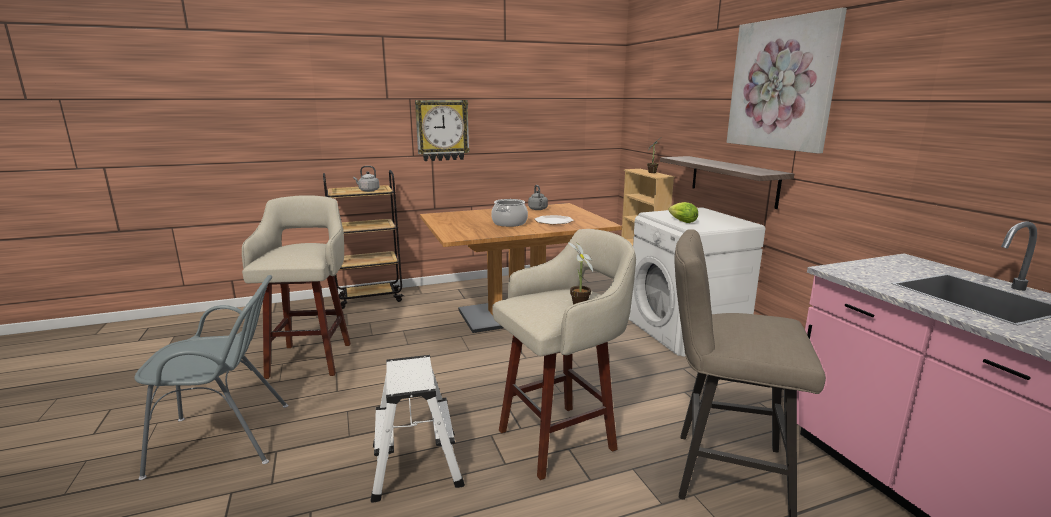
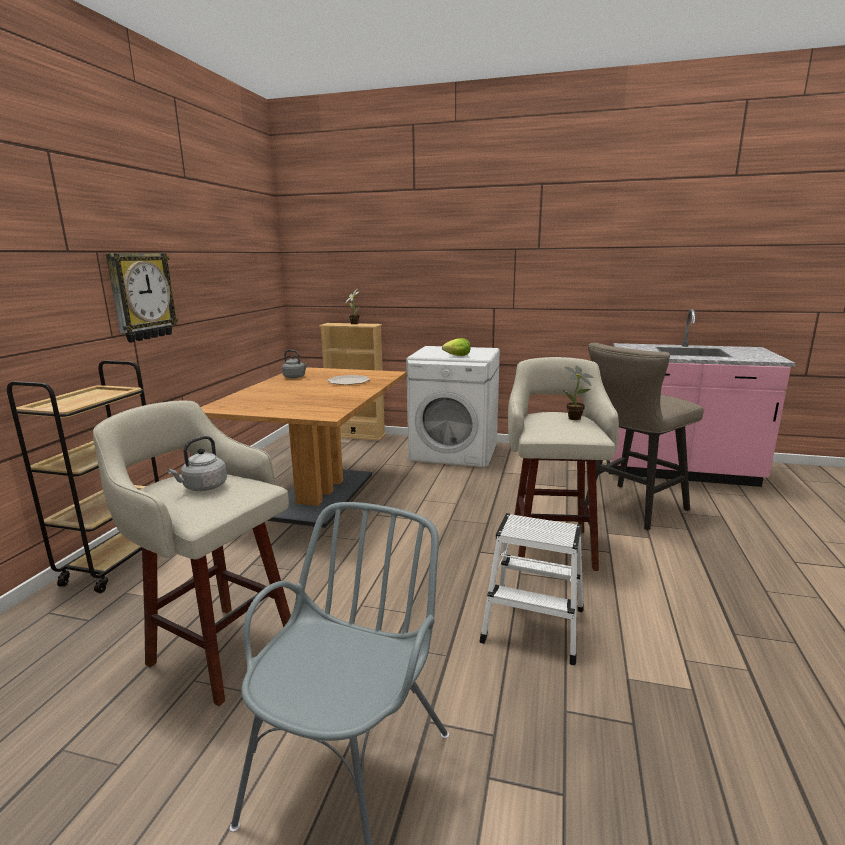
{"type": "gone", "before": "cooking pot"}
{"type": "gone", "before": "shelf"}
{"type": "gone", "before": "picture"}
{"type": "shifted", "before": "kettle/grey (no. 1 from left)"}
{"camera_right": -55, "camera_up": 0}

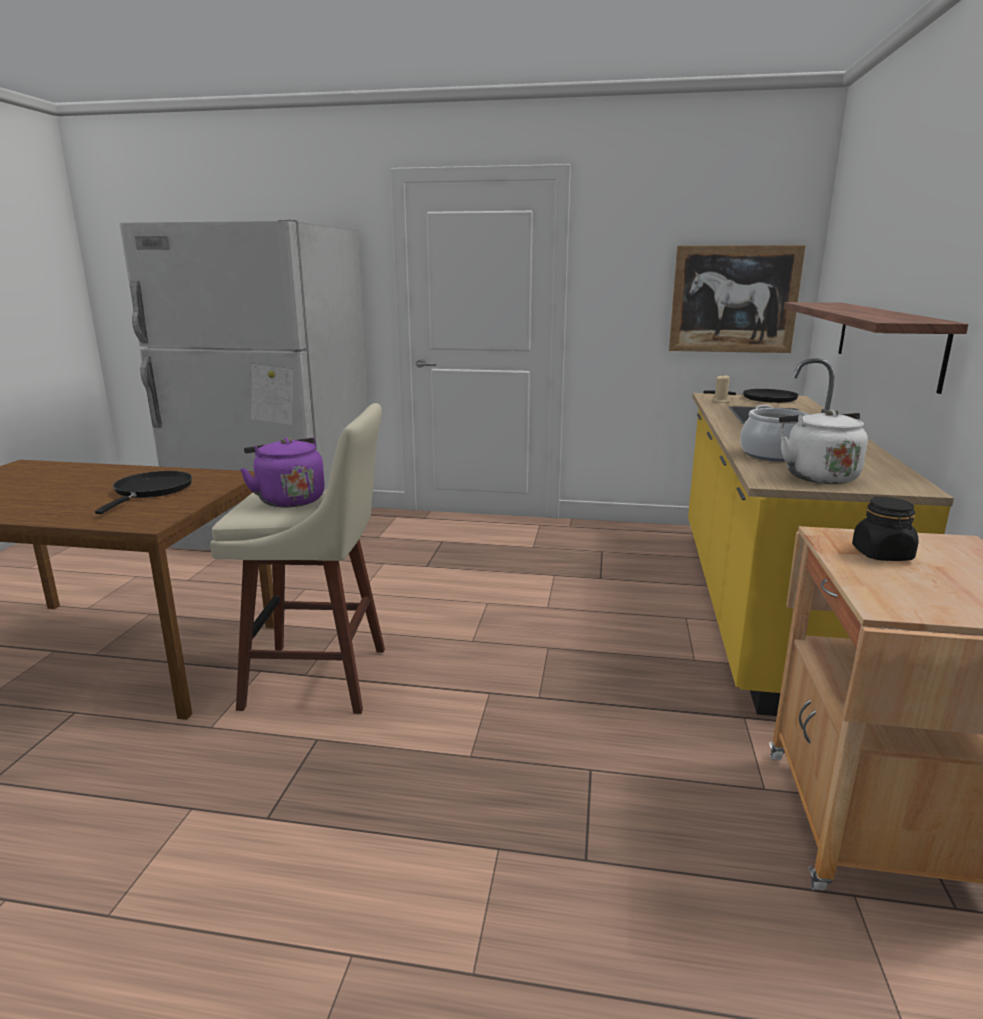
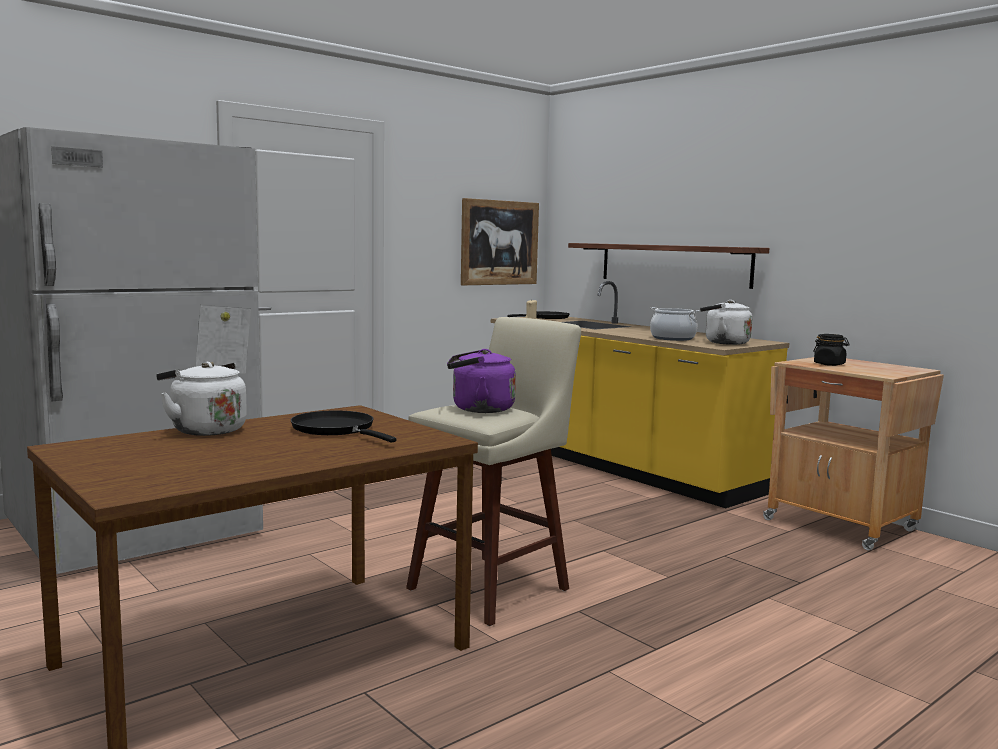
{"type": "new", "after": "kettle/white (no. 1 from left)"}
{"camera_right": -50, "camera_up": -10}

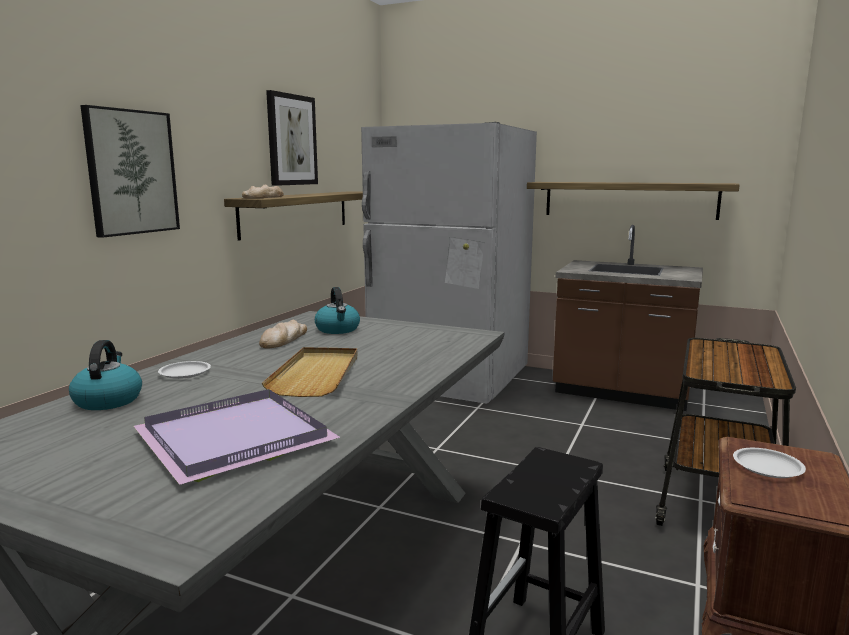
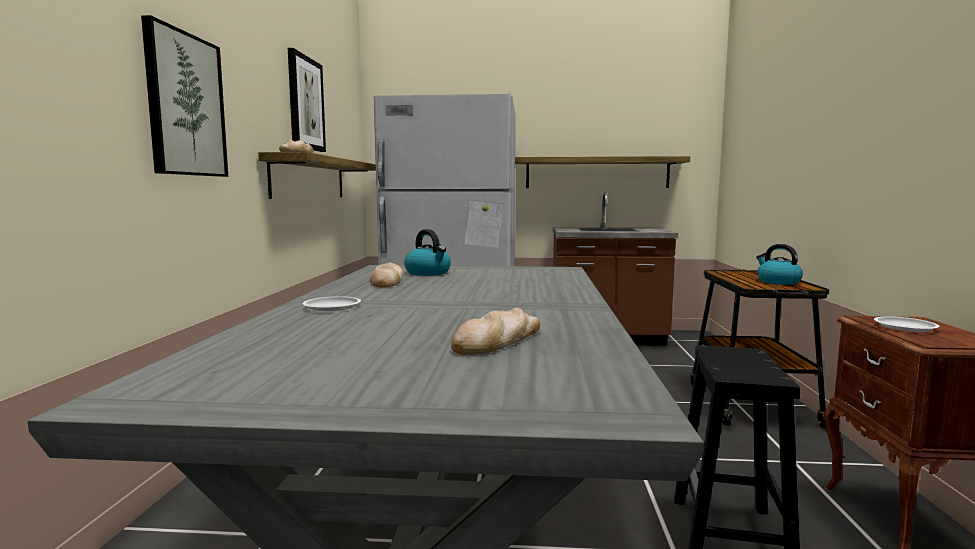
{"type": "gone", "before": "tray/beige"}
{"type": "shifted", "before": "kettle (no. 1 from left in the first image)", "after": "kettle (no. 2 from left)"}
{"type": "swapped", "before": "tray/purple", "after": "bread (no. 3 from left)"}
{"camera_right": -20, "camera_up": -5}

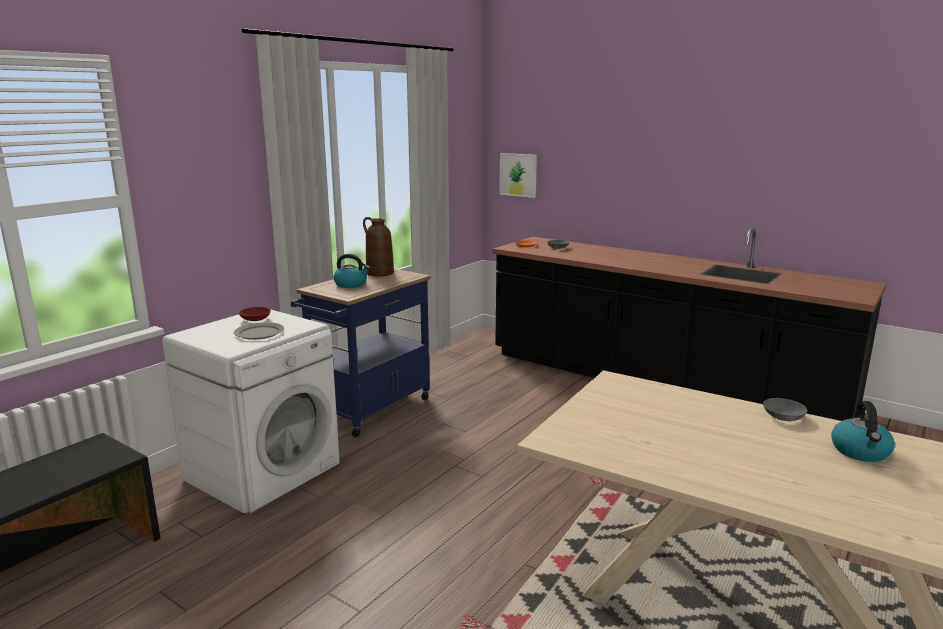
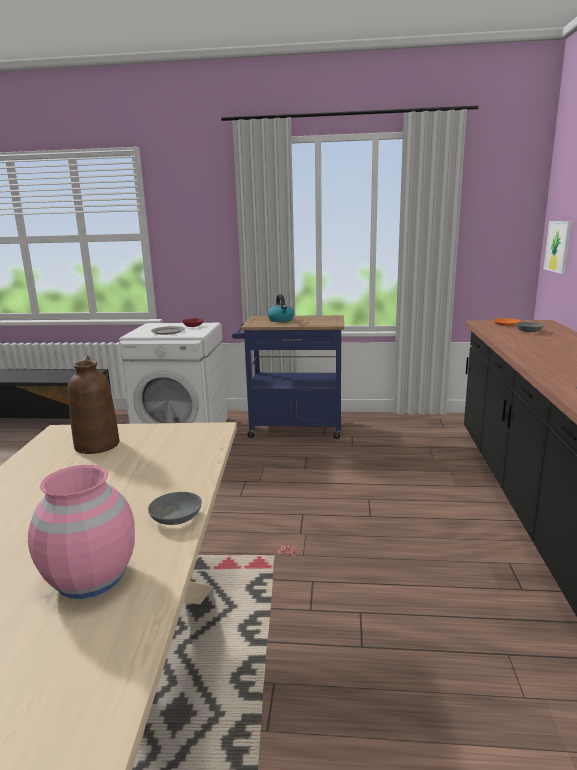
{"type": "shifted", "before": "vase/brown"}
{"type": "swapped", "before": "kettle (no. 2 from left)", "after": "vase/pink"}
{"camera_right": 60, "camera_up": 0}

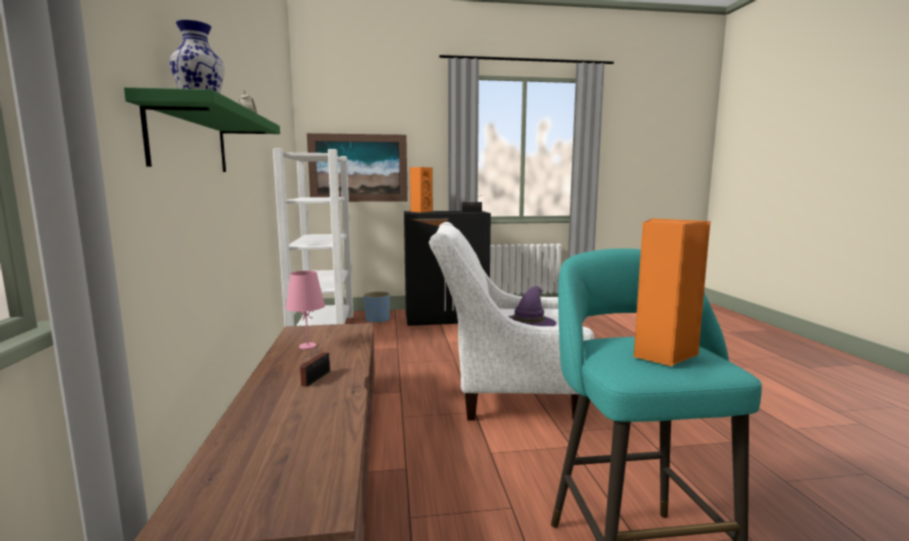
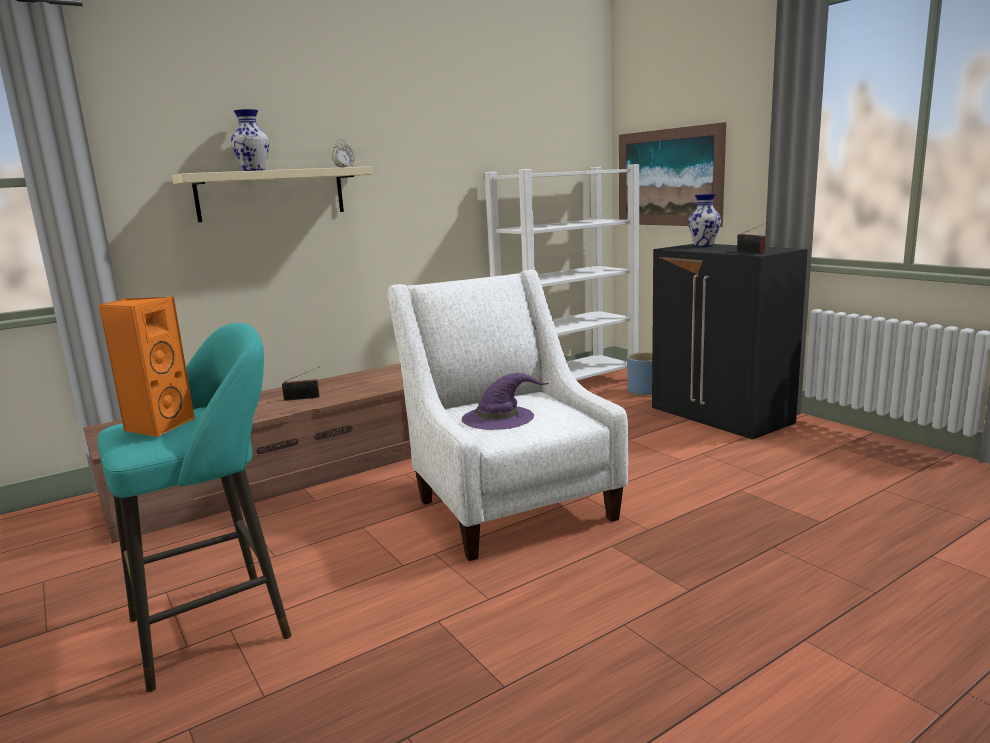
{"type": "gone", "before": "table lamp/pink"}
{"type": "swapped", "before": "speaker/orange (no. 1 from left)", "after": "vase (no. 2 from left)"}
{"type": "repainted", "before": "shelf/green", "after": "shelf/beige"}
{"camera_right": 65, "camera_up": 5}

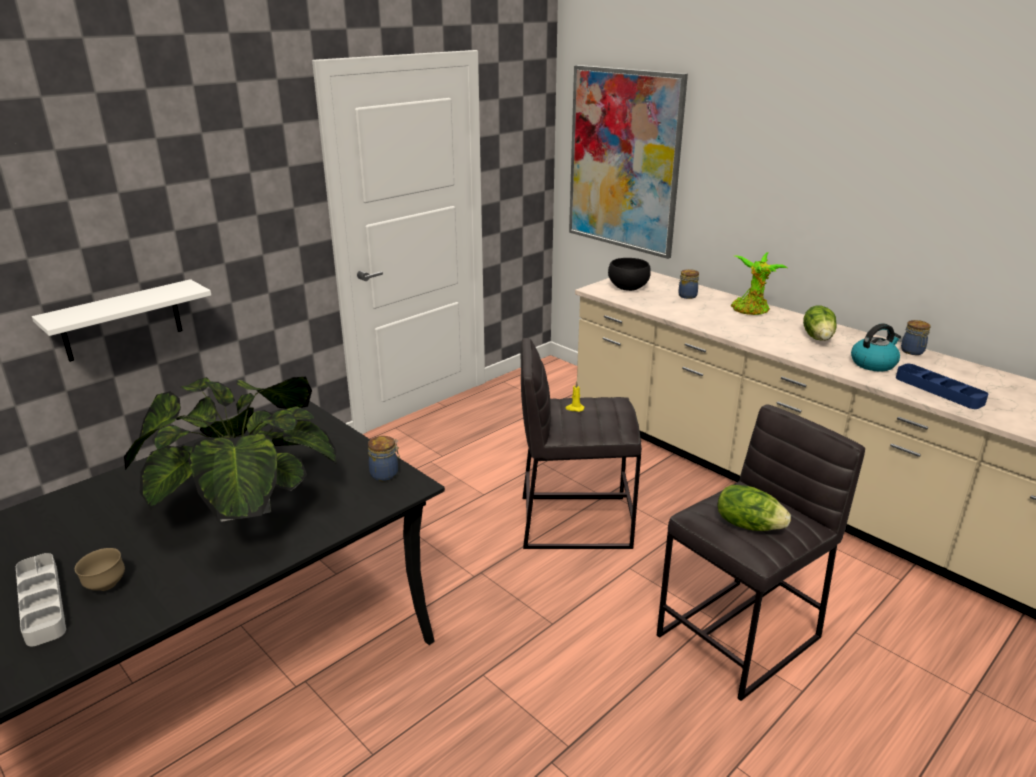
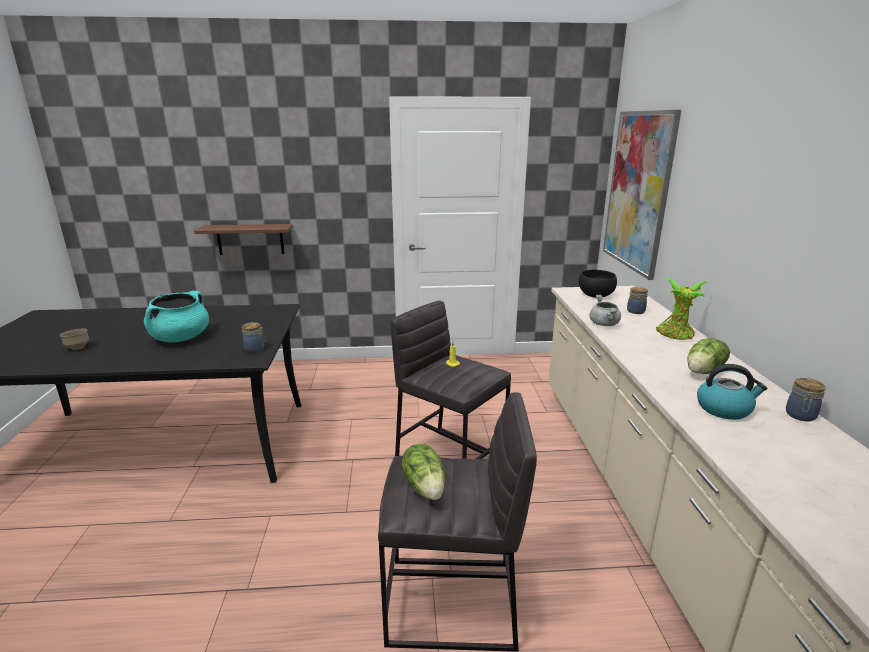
{"type": "gone", "before": "tray/grey"}
{"type": "gone", "before": "tray/blue"}
{"type": "new", "after": "cooking pot/grey"}
{"type": "swapped", "before": "potted plant (no. 1 from left)", "after": "cooking pot/turquoise"}
{"type": "repainted", "before": "shelf/white", "after": "shelf/brown"}
{"camera_right": 40, "camera_up": -5}

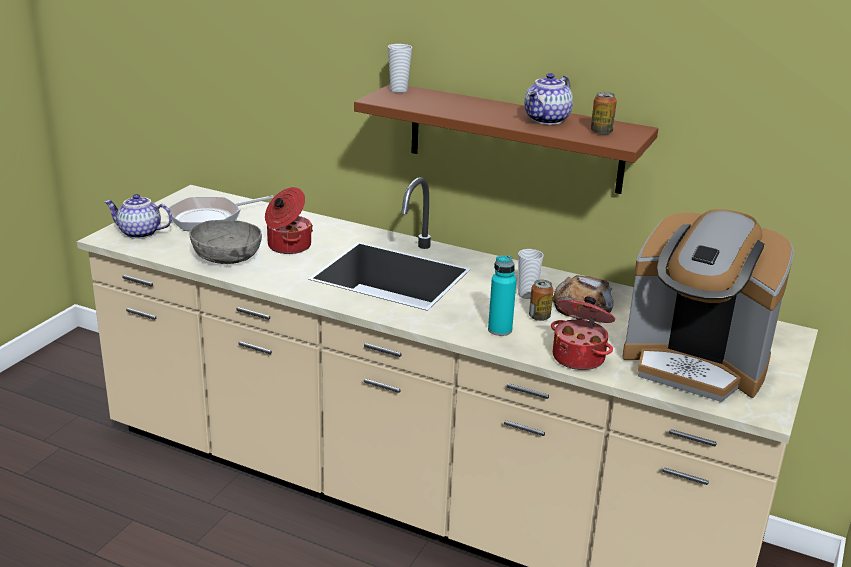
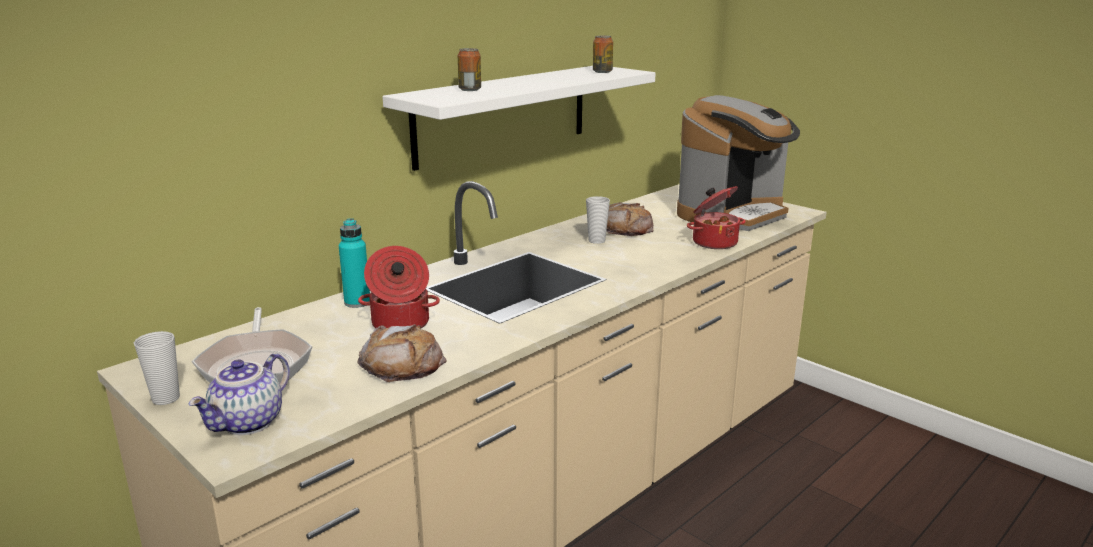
{"type": "gone", "before": "teapot (no. 2 from left)"}
{"type": "shifted", "before": "cup (no. 1 from left)"}
{"type": "shifted", "before": "bottle/turquoise"}
{"type": "shifted", "before": "can (no. 1 from left)"}
{"type": "swapped", "before": "bowl/grey", "after": "bread (no. 1 from left)"}
{"type": "repainted", "before": "shelf/brown", "after": "shelf/white"}
{"camera_right": -70, "camera_up": -5}

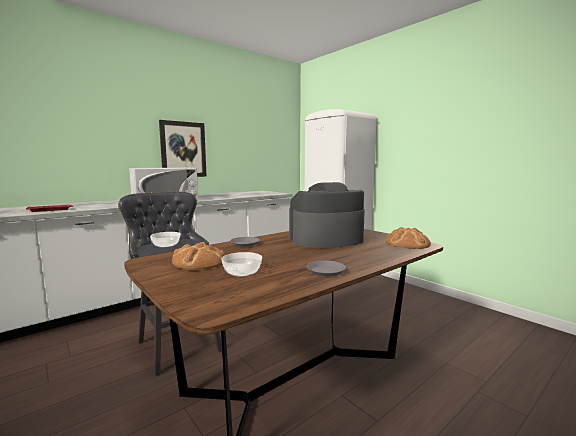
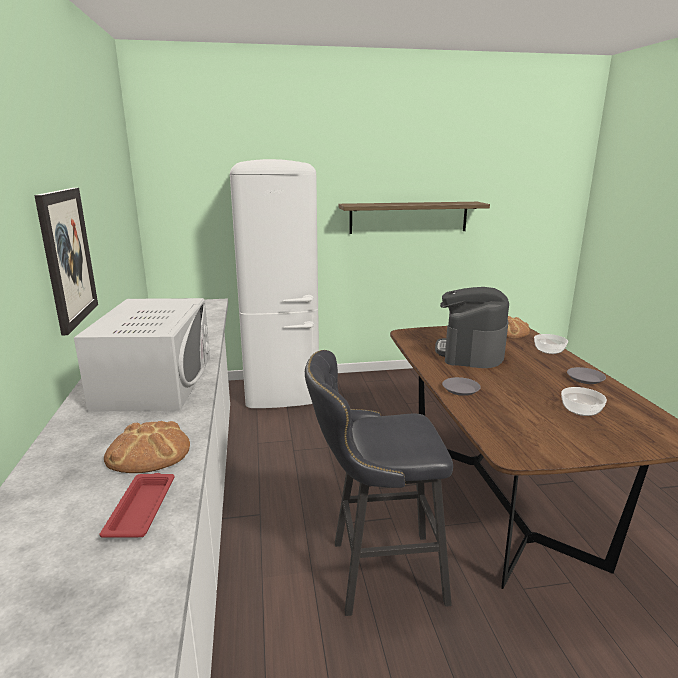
{"type": "new", "after": "shelf"}
{"type": "shifted", "before": "bowl (no. 1 from left)"}
{"type": "shifted", "before": "bread (no. 1 from left)"}
{"camera_right": -60, "camera_up": 10}

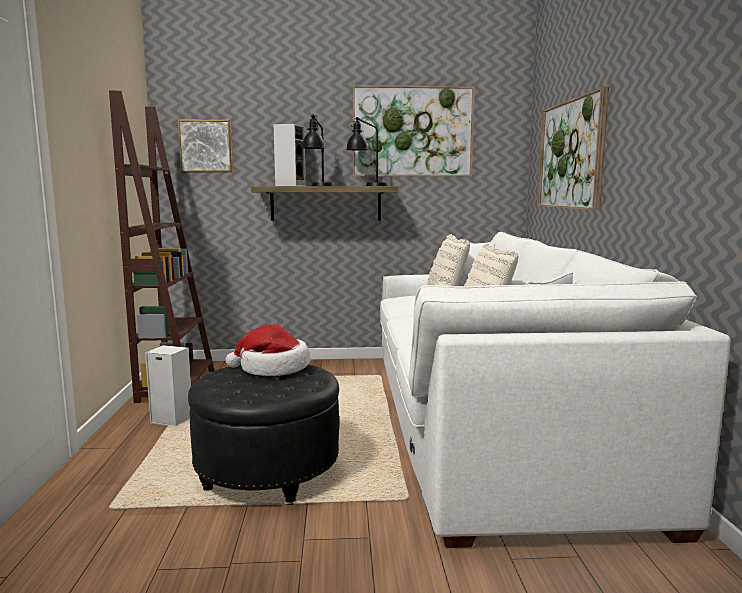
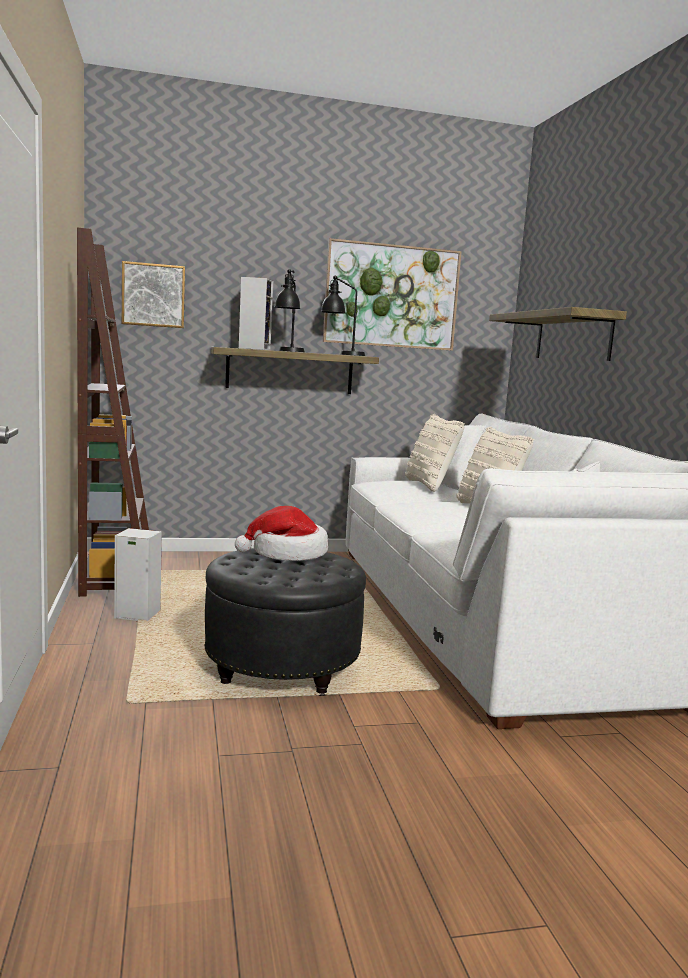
{"type": "swapped", "before": "picture (no. 3 from left)", "after": "shelf (no. 2 from left)"}
{"camera_right": -10, "camera_up": 0}

